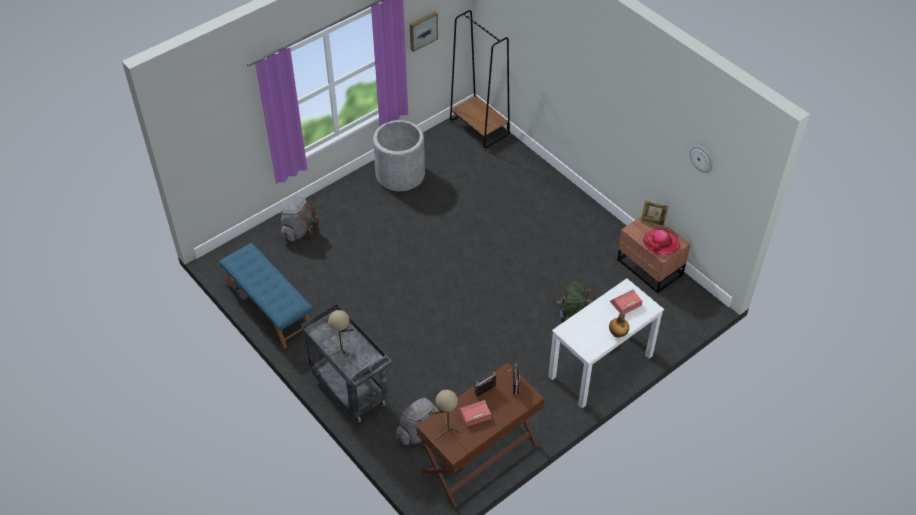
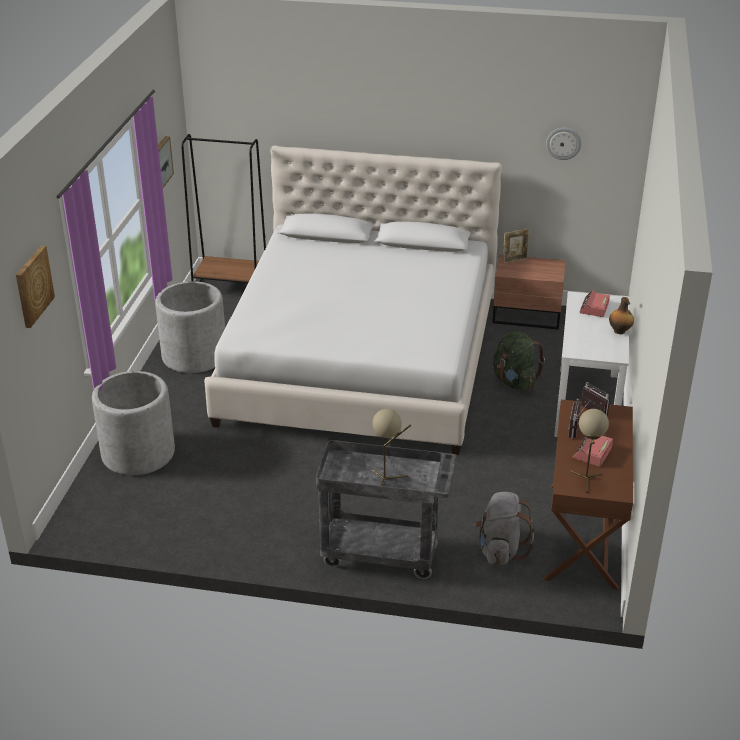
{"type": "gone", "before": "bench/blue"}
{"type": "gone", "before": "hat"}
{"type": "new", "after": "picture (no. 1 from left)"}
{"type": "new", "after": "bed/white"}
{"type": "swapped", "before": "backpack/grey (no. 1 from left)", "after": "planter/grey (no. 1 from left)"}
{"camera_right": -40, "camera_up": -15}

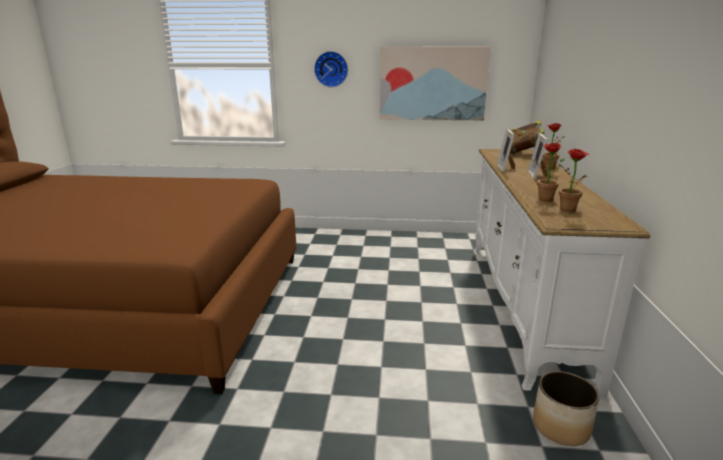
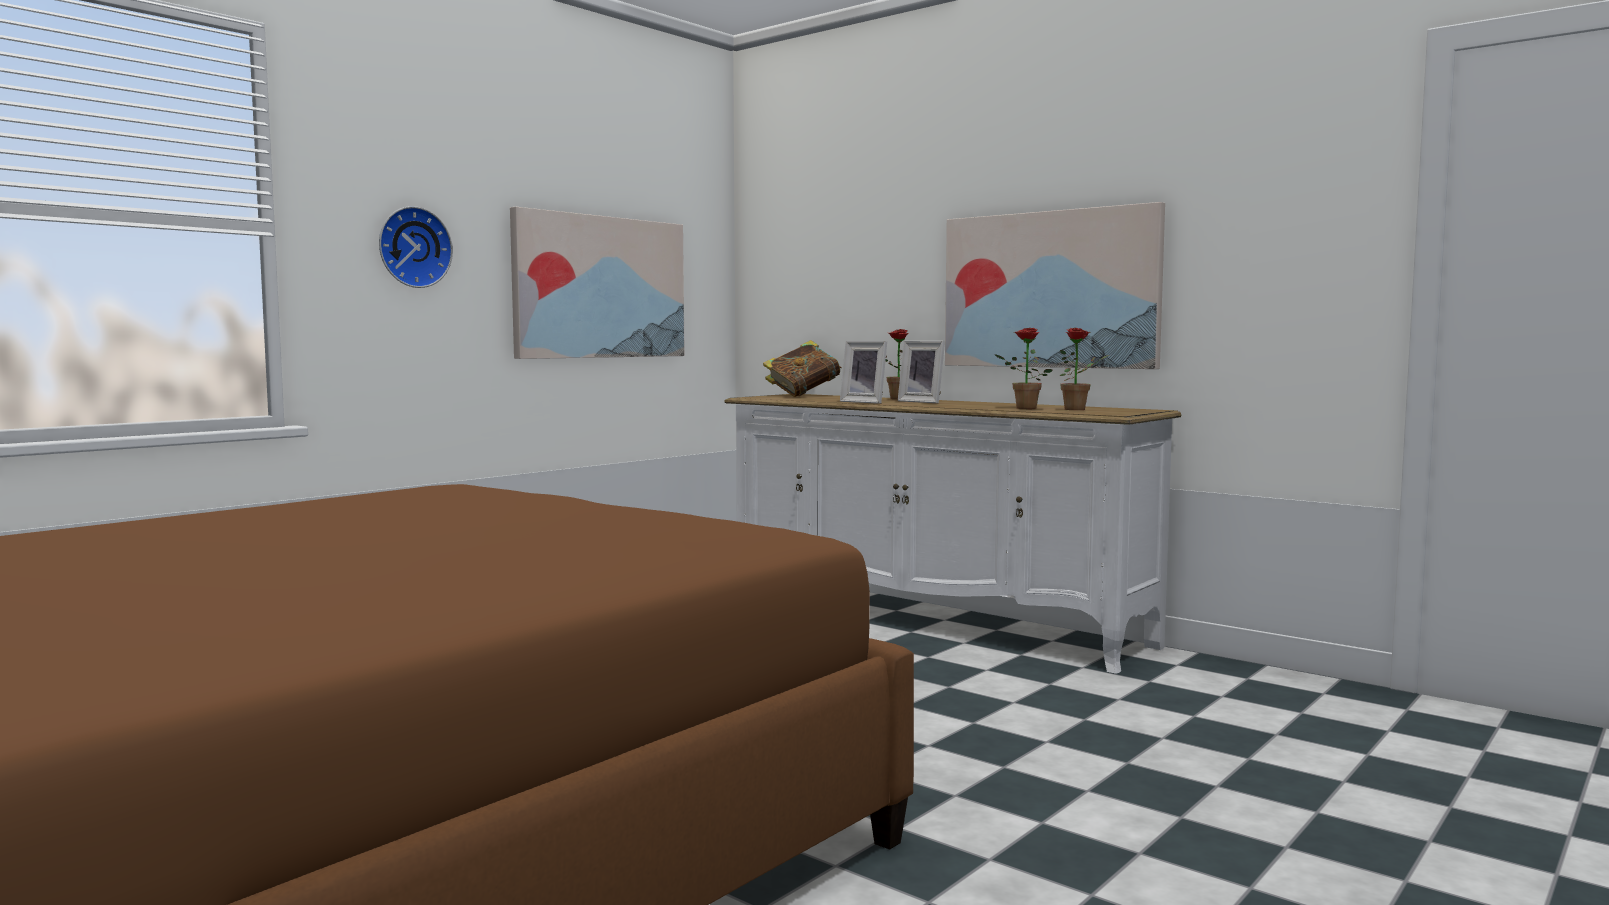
{"type": "gone", "before": "planter"}
{"type": "new", "after": "picture (no. 2 from left)"}
{"camera_right": -55, "camera_up": -15}

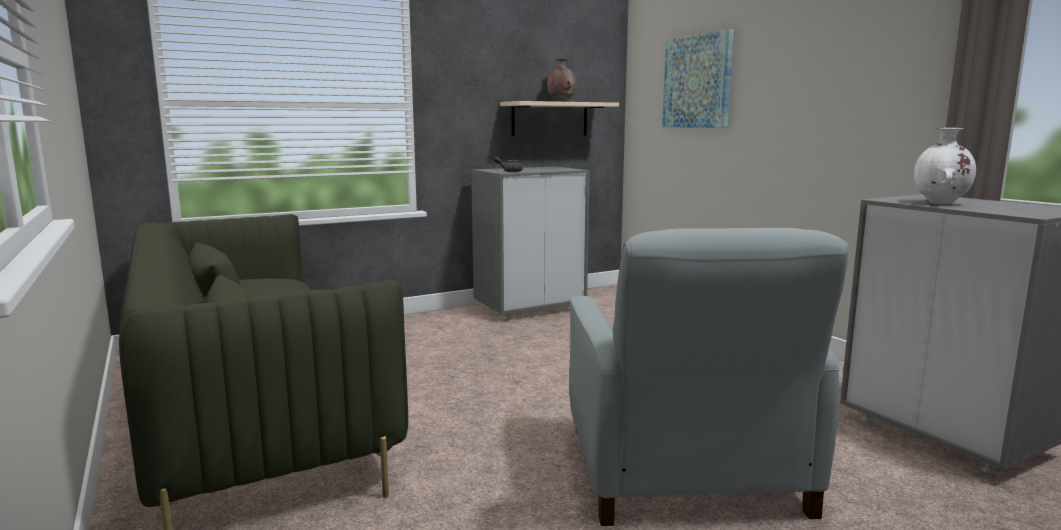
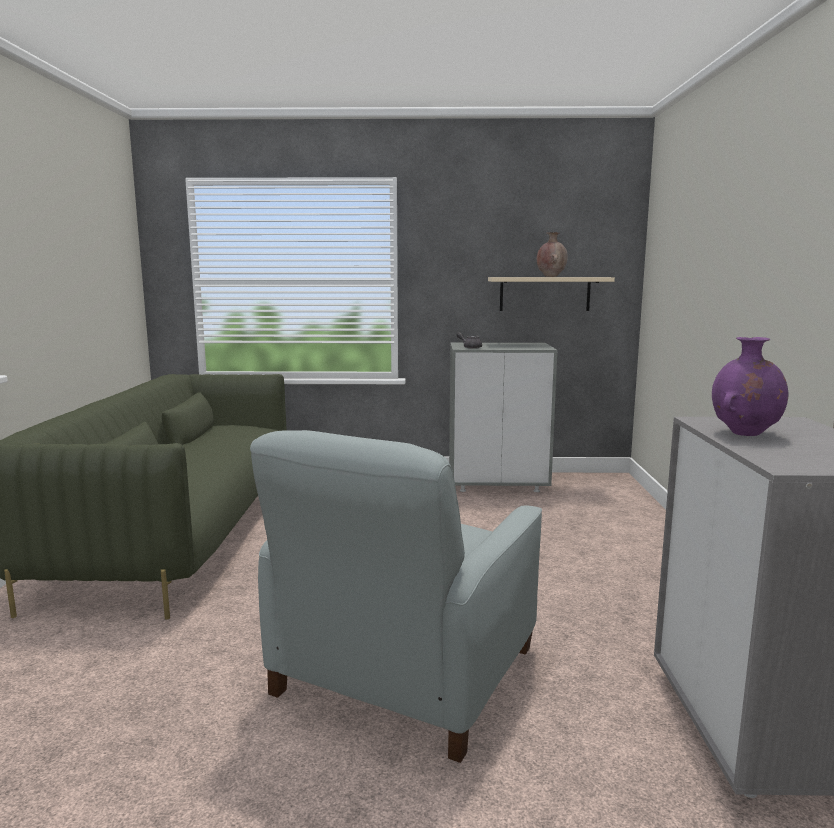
{"type": "gone", "before": "picture"}
{"type": "repainted", "before": "vase/white", "after": "vase/purple"}
{"camera_right": 30, "camera_up": 0}

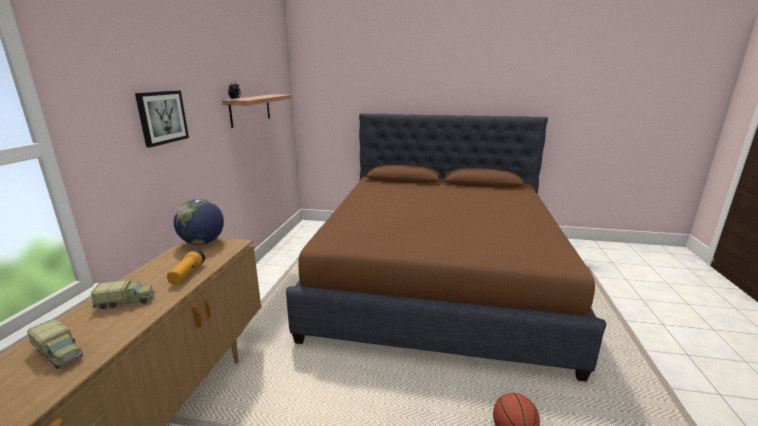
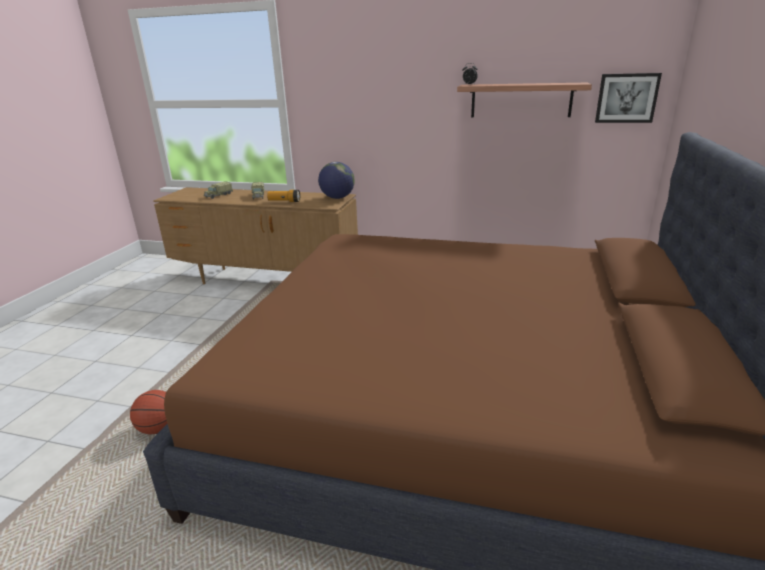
{"type": "shifted", "before": "picture"}
{"camera_right": 95, "camera_up": 5}

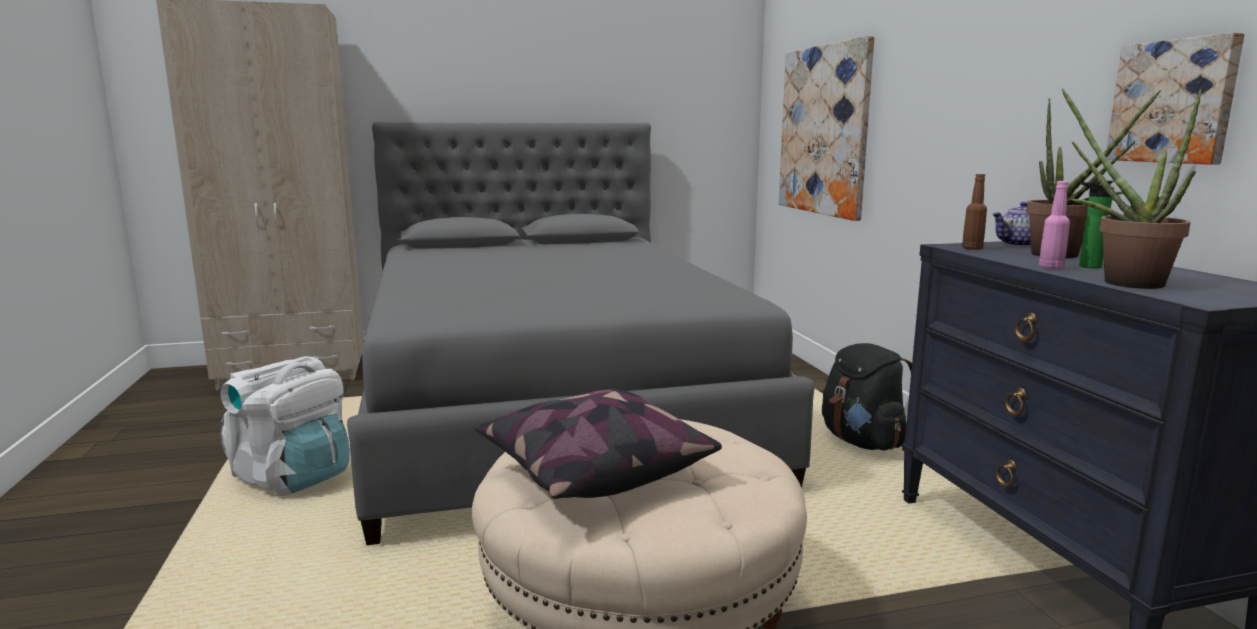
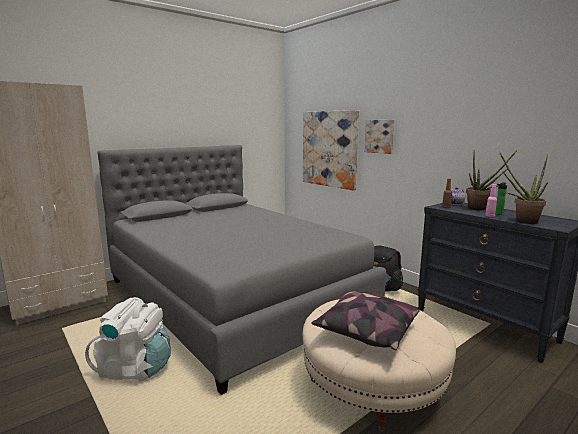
{"type": "shifted", "before": "picture (no. 2 from left)"}
{"camera_right": -25, "camera_up": 0}

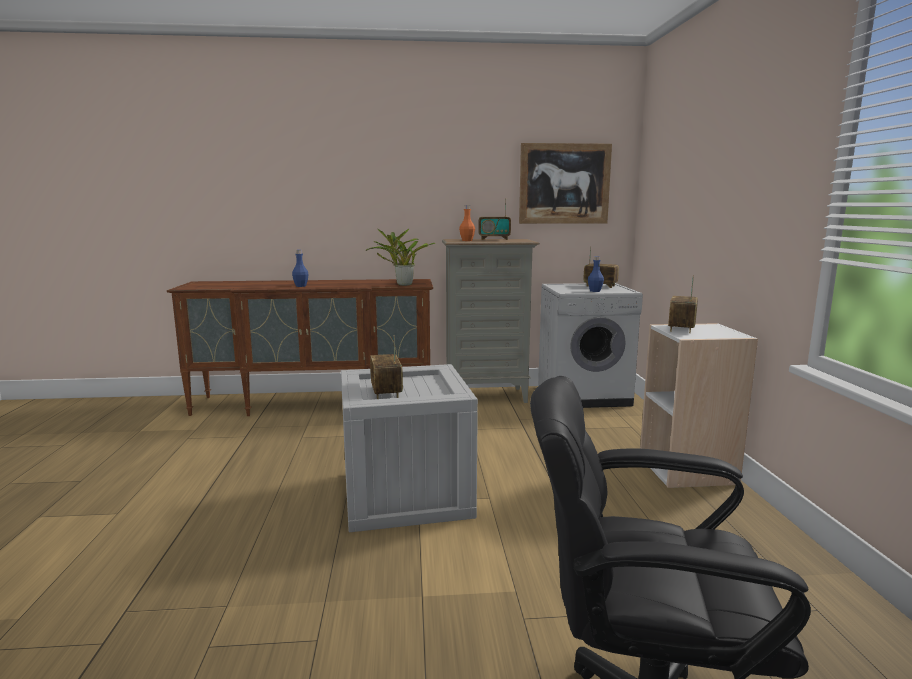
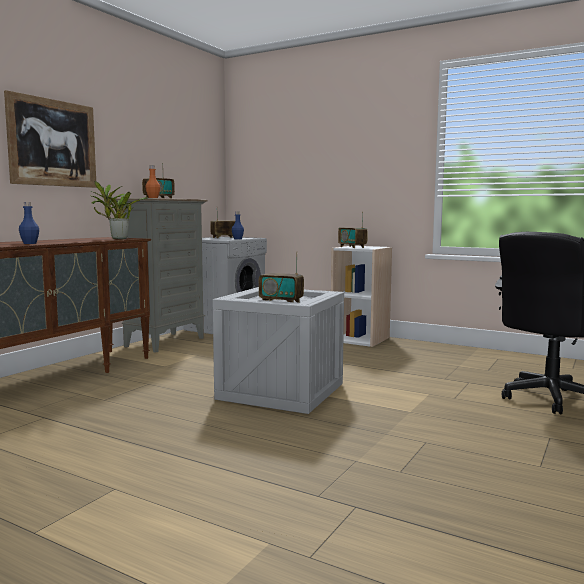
{"type": "shifted", "before": "picture"}
{"camera_right": -55, "camera_up": -5}

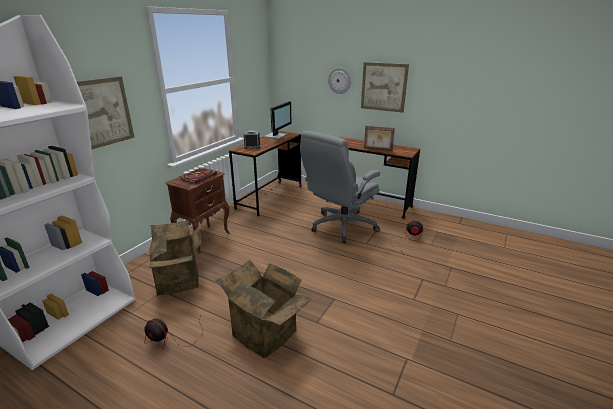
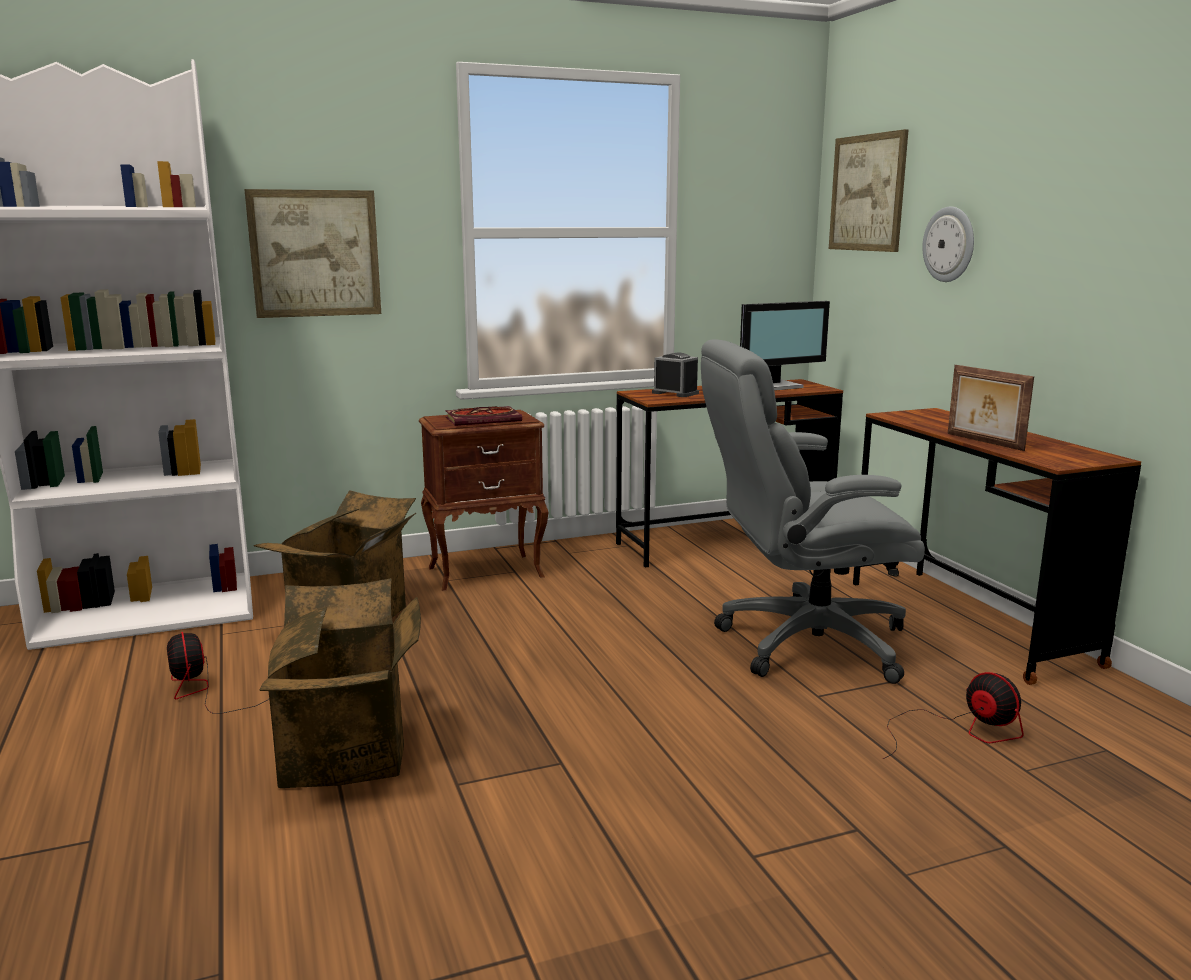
{"type": "shifted", "before": "picture (no. 2 from left)"}
{"camera_right": 40, "camera_up": -10}

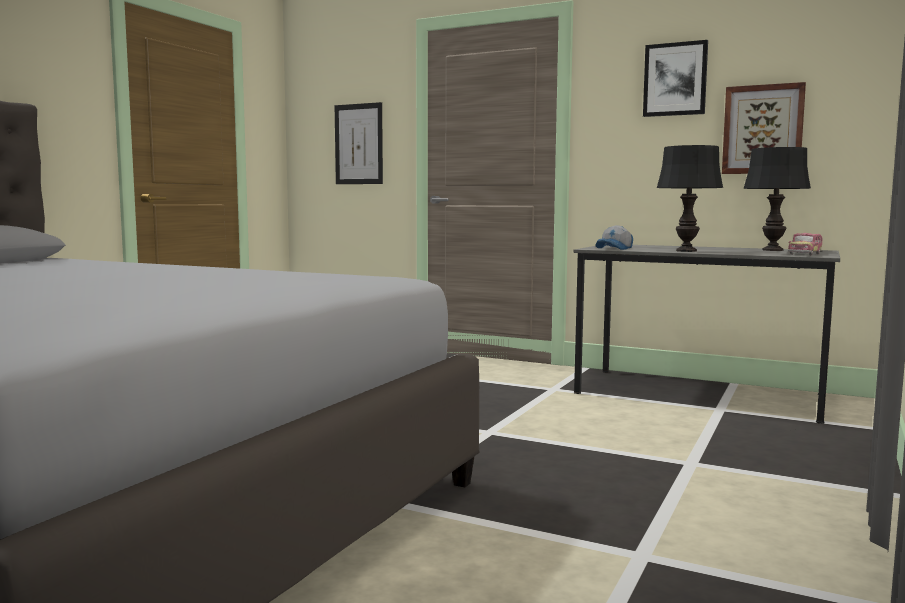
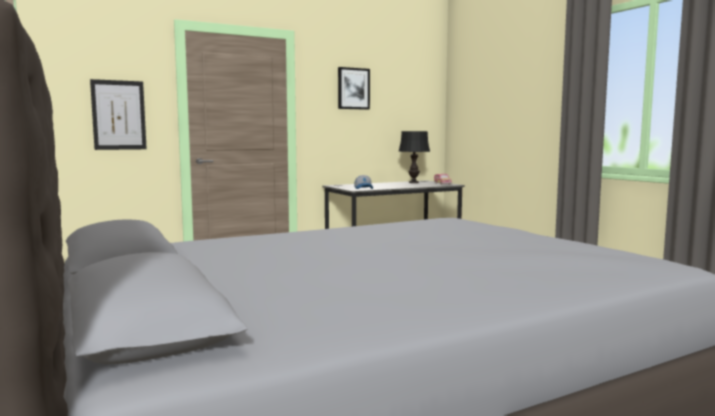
{"type": "gone", "before": "table lamp/black (no. 1 from left)"}
{"type": "gone", "before": "picture (no. 3 from left)"}
{"camera_right": -55, "camera_up": 0}

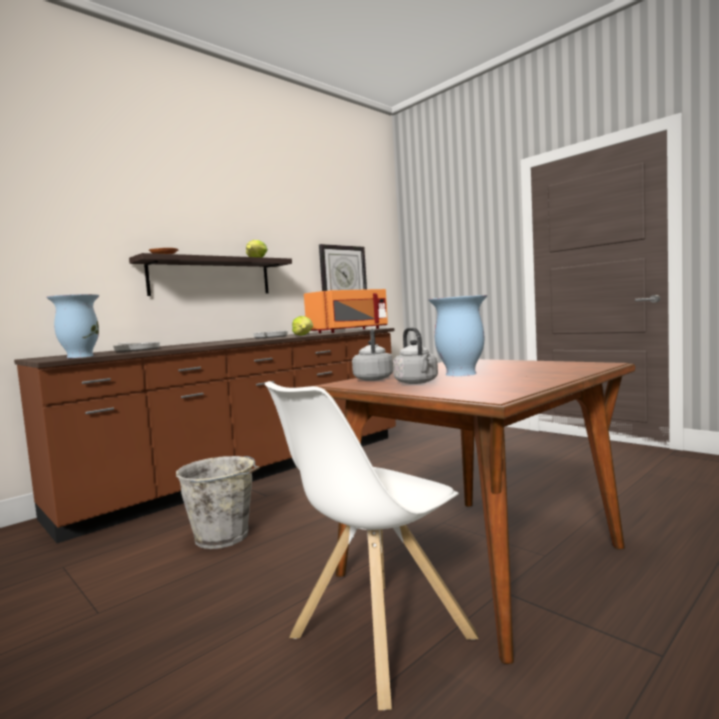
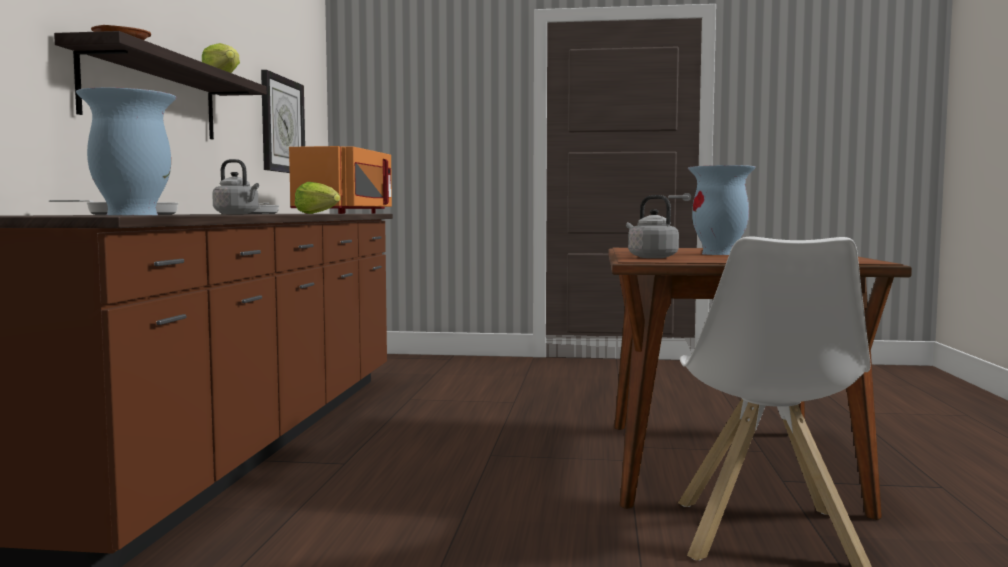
{"type": "gone", "before": "bucket/grey"}
{"type": "shifted", "before": "kettle/grey (no. 2 from left in the first image)", "after": "kettle/grey (no. 1 from left)"}
{"camera_right": -40, "camera_up": 0}

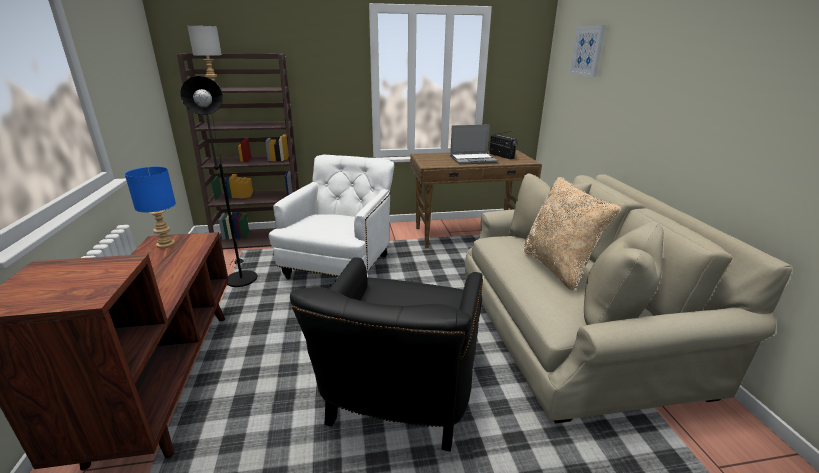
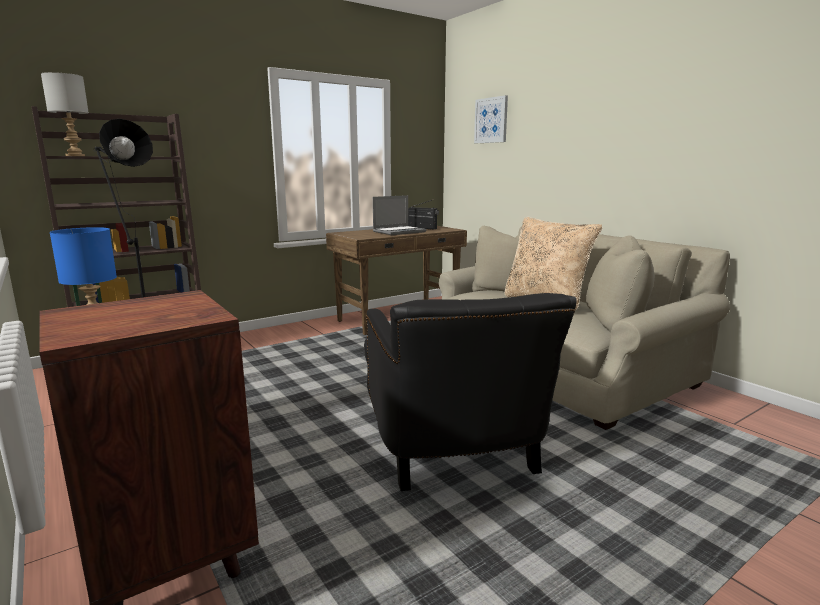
{"type": "gone", "before": "armchair/white"}
{"camera_right": -25, "camera_up": -10}

